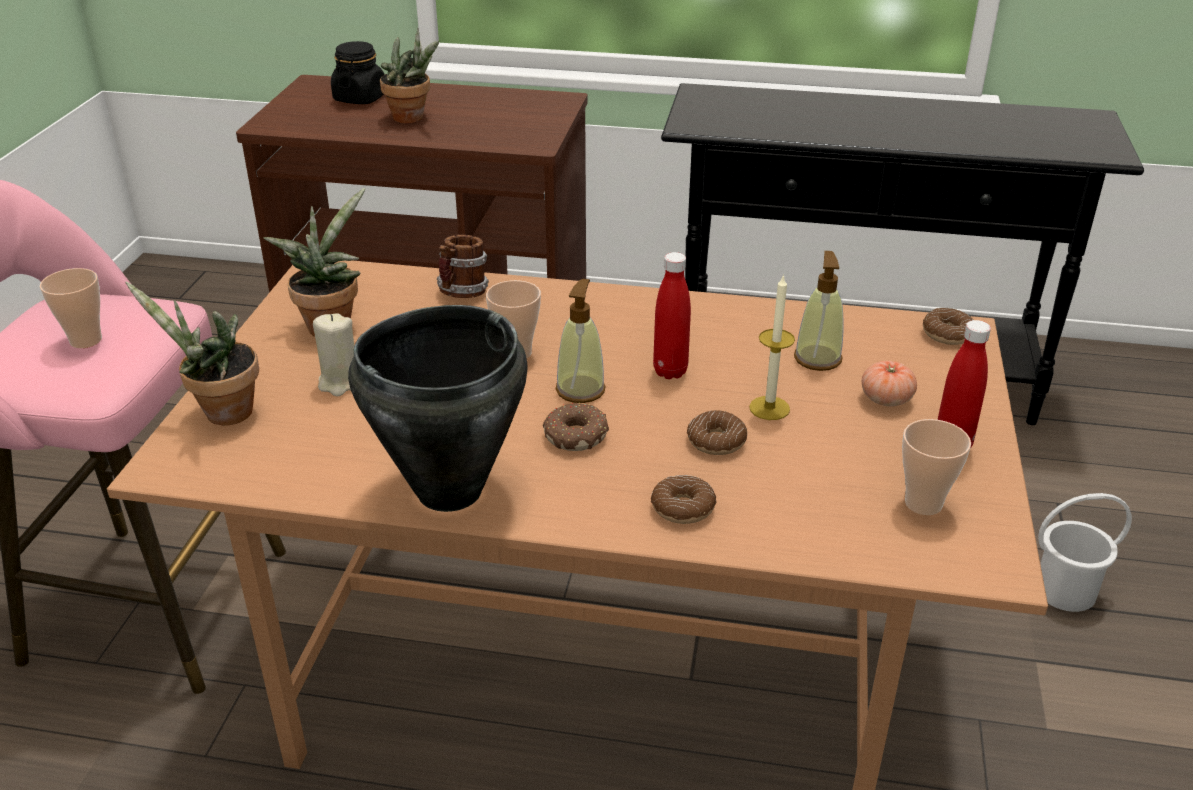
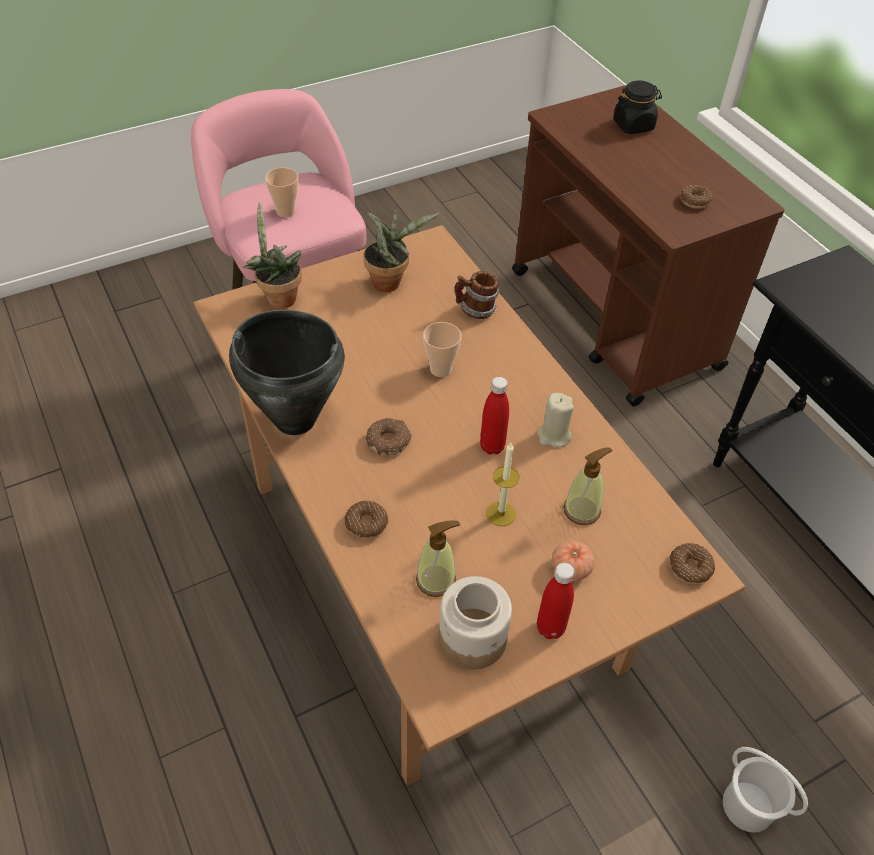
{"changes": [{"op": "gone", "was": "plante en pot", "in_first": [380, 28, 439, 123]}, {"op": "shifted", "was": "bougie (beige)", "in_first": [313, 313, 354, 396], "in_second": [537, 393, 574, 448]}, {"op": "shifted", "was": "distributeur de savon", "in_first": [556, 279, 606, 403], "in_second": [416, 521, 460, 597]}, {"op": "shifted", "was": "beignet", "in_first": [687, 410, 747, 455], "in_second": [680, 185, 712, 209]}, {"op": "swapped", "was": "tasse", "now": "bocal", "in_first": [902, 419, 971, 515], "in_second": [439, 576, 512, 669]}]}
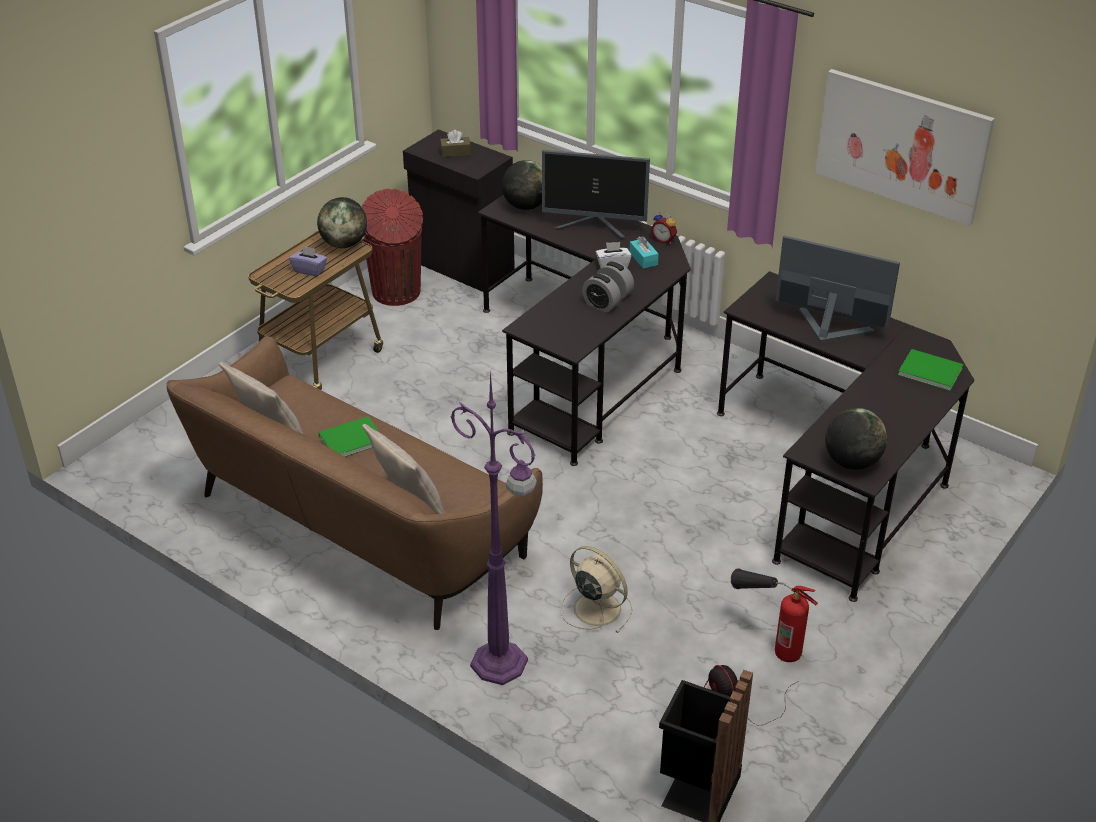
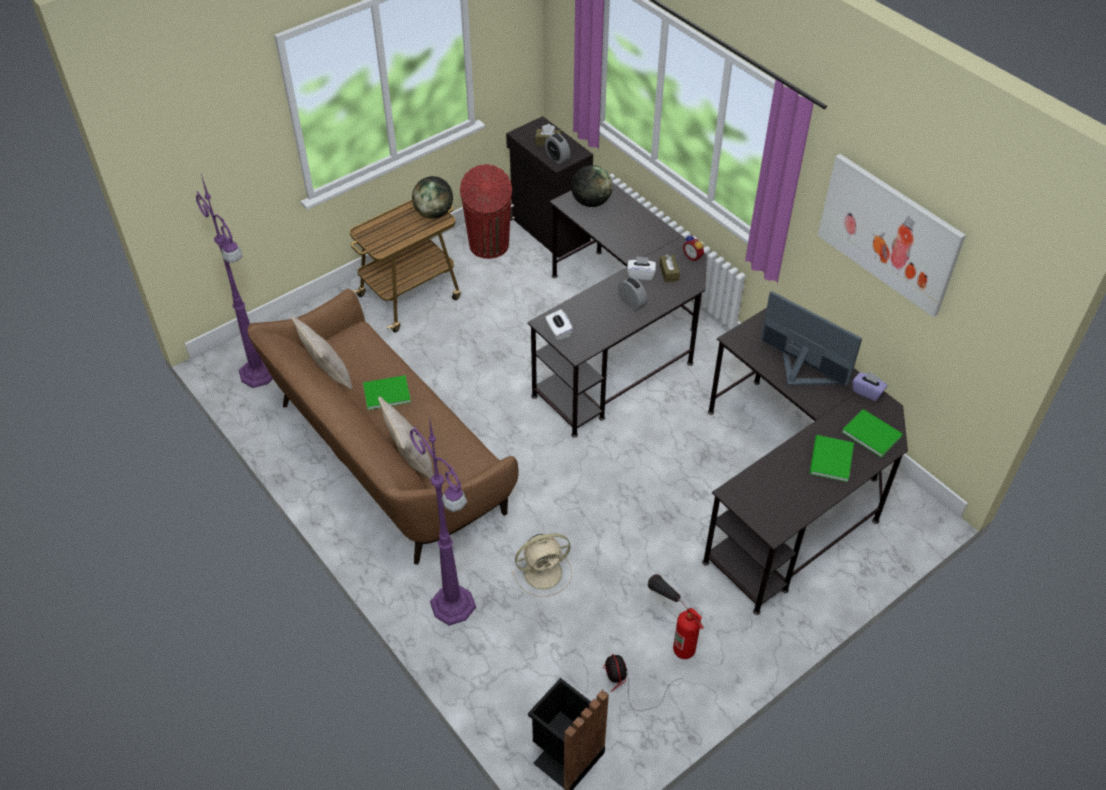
{"changes": [{"op": "gone", "was": "écran d'ordinateur", "in_first": [542, 150, 650, 239]}, {"op": "gone", "was": "globe", "in_first": [825, 408, 887, 470]}, {"op": "new", "now": "lampadaire (violet)", "in_second": [196, 174, 273, 388]}, {"op": "new", "now": "boîte à mouchoirs (blanc)", "in_second": [545, 309, 573, 341]}, {"op": "new", "now": "livre (vert)", "in_second": [810, 435, 854, 482]}, {"op": "shifted", "was": "boîte à mouchoirs (violet)", "in_first": [289, 246, 327, 276], "in_second": [852, 371, 887, 401]}, {"op": "shifted", "was": "réveil", "in_first": [582, 274, 621, 313], "in_second": [545, 133, 570, 164]}, {"op": "repainted", "was": "boîte à mouchoirs (turquoise)", "now": "boîte à mouchoirs (marron)", "in_first": [630, 236, 659, 269], "in_second": [660, 255, 680, 283]}, {"op": "rotated", "was": "ventilateur (beige)", "in_first": [560, 546, 632, 633], "in_second": [512, 533, 572, 596], "clockwise": 105}]}
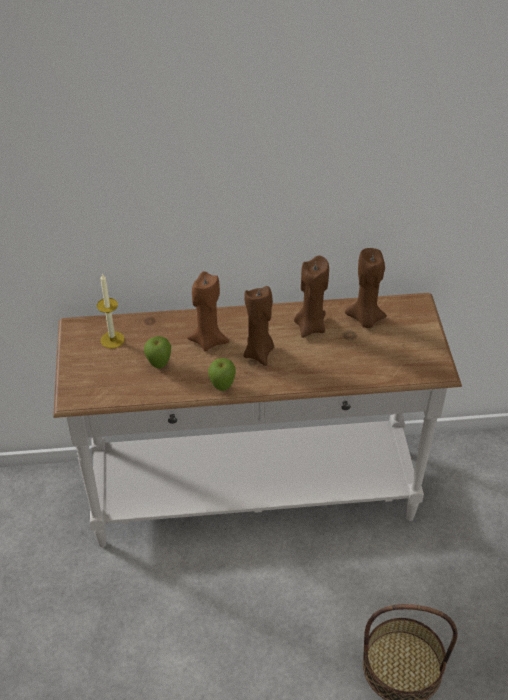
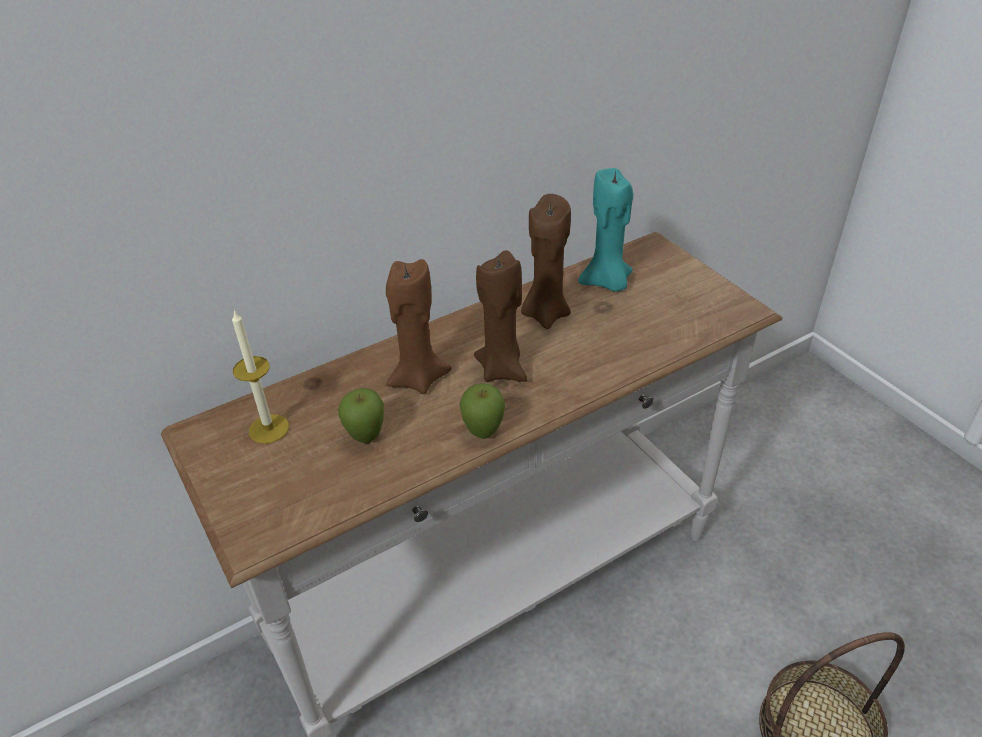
{"changes": [{"op": "repainted", "was": "bougie (marron)", "now": "bougie (turquoise)", "in_first": [345, 248, 387, 328], "in_second": [578, 168, 633, 292]}]}
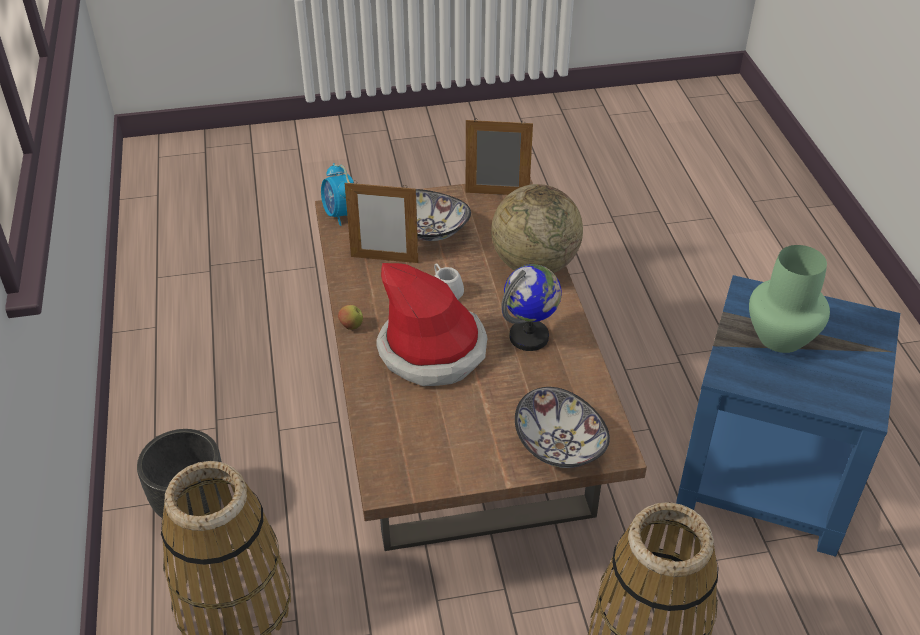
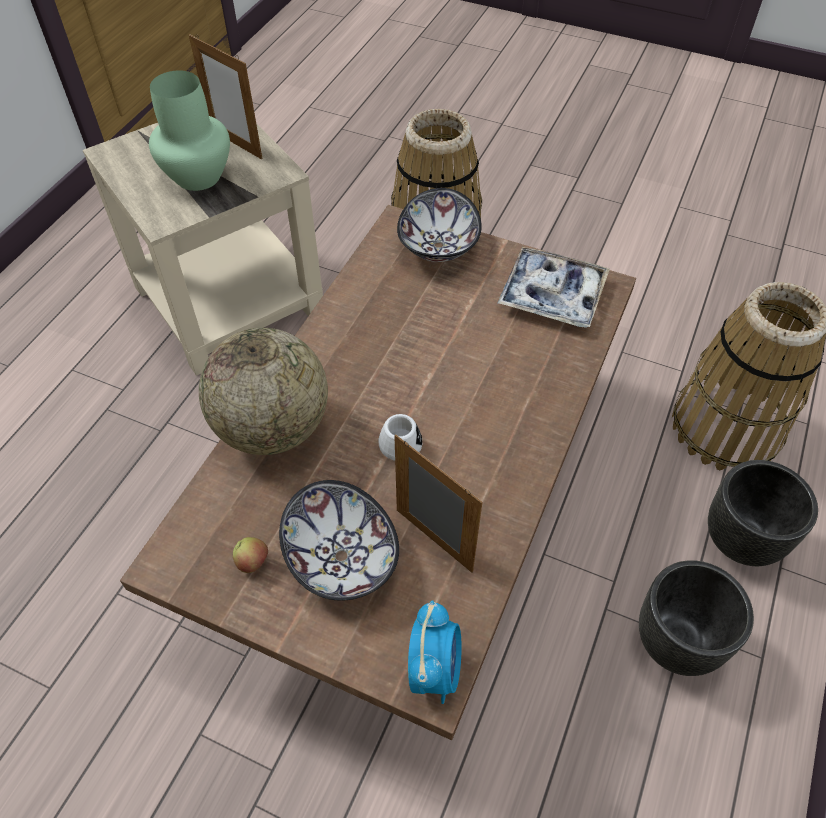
{"changes": [{"op": "gone", "was": "chapeau", "in_first": [376, 263, 487, 386]}, {"op": "gone", "was": "globe", "in_first": [501, 264, 561, 351]}, {"op": "new", "now": "plateau", "in_second": [498, 247, 610, 328]}, {"op": "new", "now": "cache-pot (noir)", "in_second": [639, 560, 754, 676]}, {"op": "shifted", "was": "pomme", "in_first": [338, 305, 363, 330], "in_second": [233, 537, 268, 573]}, {"op": "shifted", "was": "cadre photo", "in_first": [466, 118, 533, 195], "in_second": [189, 34, 262, 159]}, {"op": "repainted", "was": "table d'appoint (bleu)", "now": "table d'appoint (beige)", "in_first": [676, 275, 900, 557], "in_second": [83, 123, 323, 376]}]}
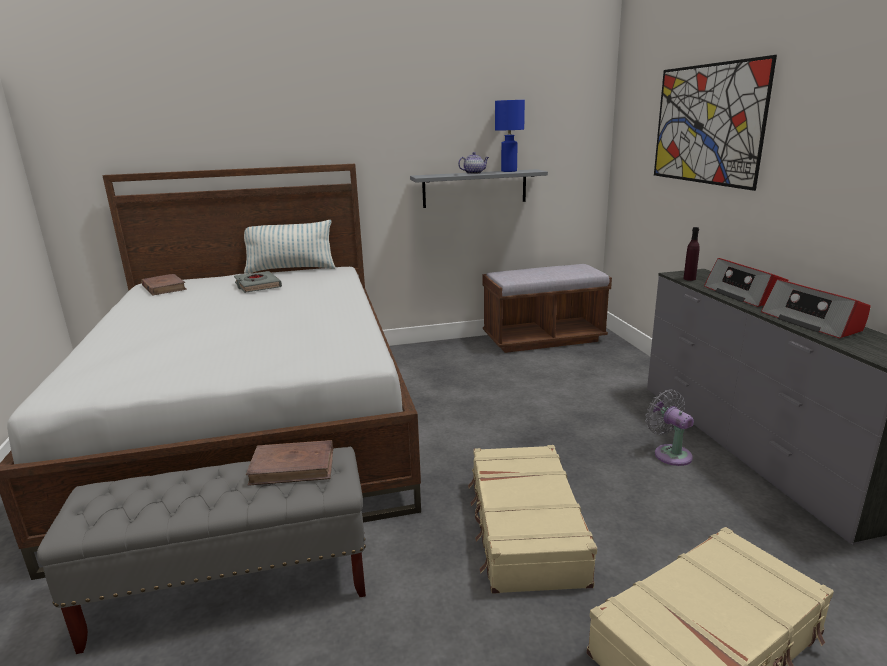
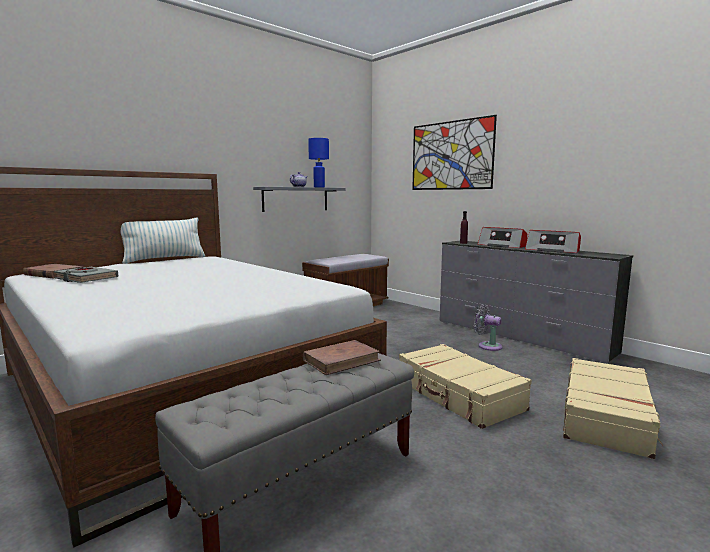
{"changes": [{"op": "shifted", "was": "livre (gris)", "in_first": [234, 271, 282, 293], "in_second": [54, 267, 118, 283]}]}
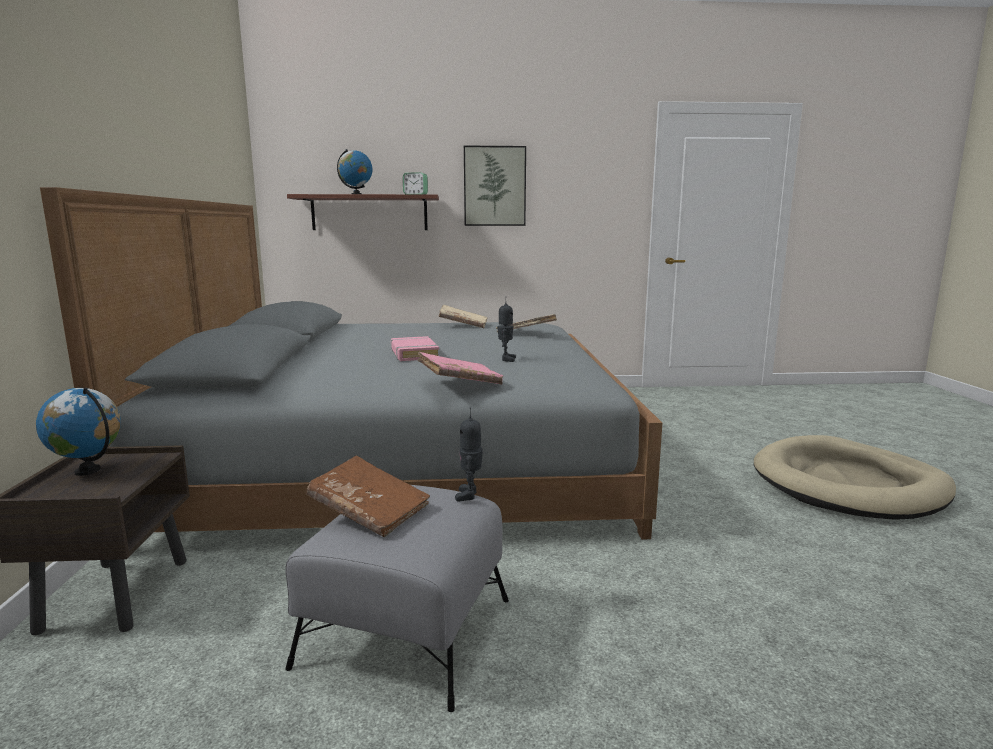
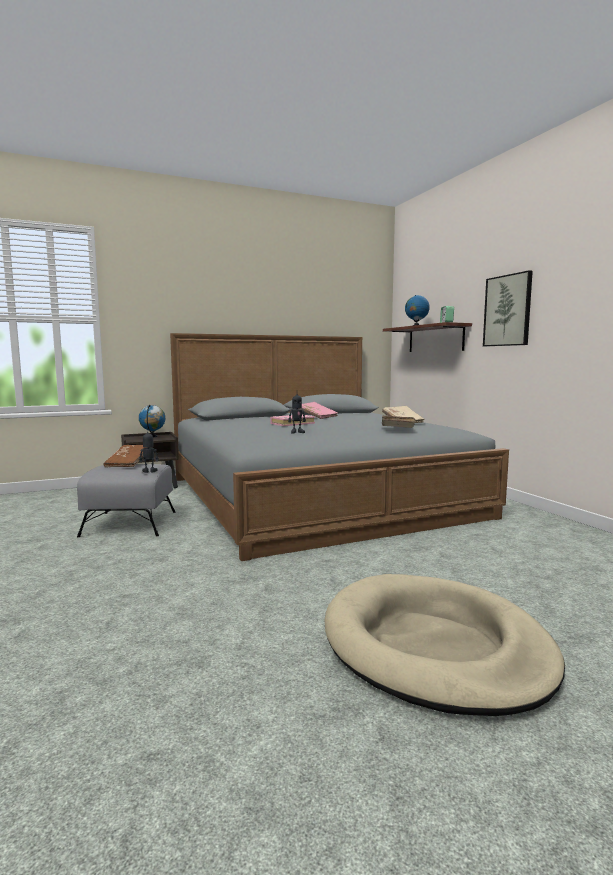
{"changes": [{"op": "shifted", "was": "livre (rose)", "in_first": [417, 352, 503, 385], "in_second": [298, 402, 338, 419]}]}
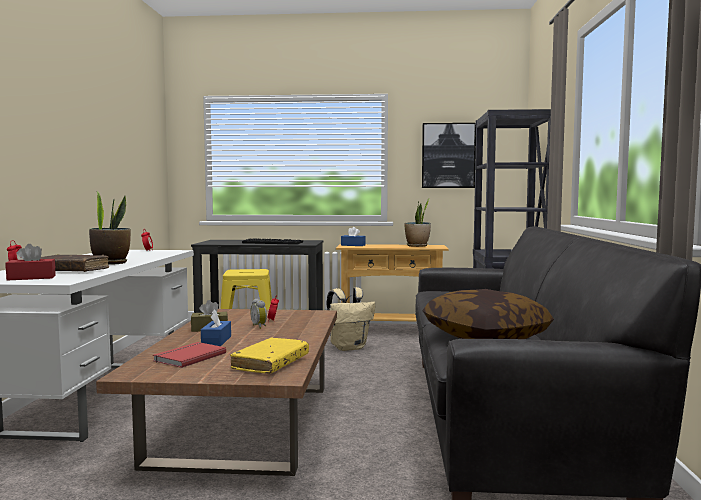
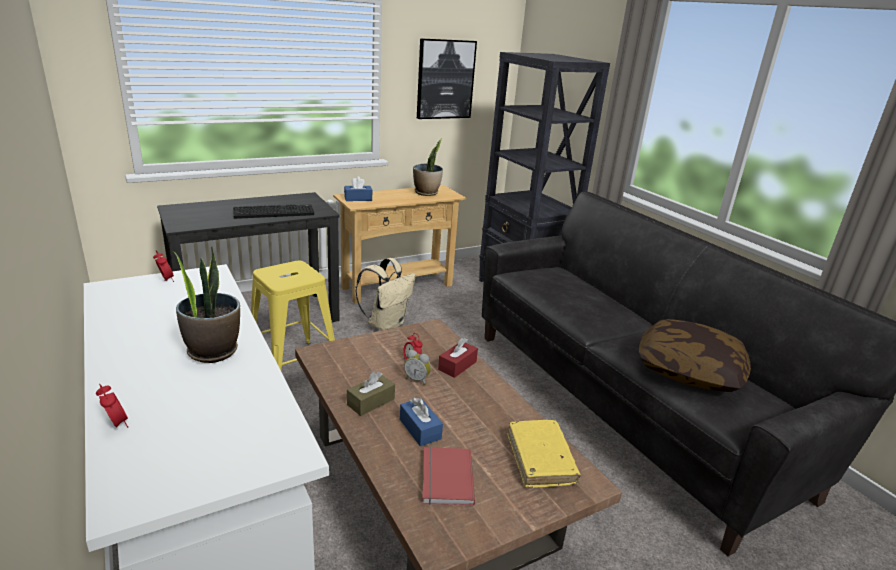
{"changes": [{"op": "gone", "was": "livre (marron)", "in_first": [40, 254, 109, 272]}, {"op": "shifted", "was": "boîte à mouchoirs (rouge)", "in_first": [5, 244, 56, 281], "in_second": [438, 338, 478, 378]}]}
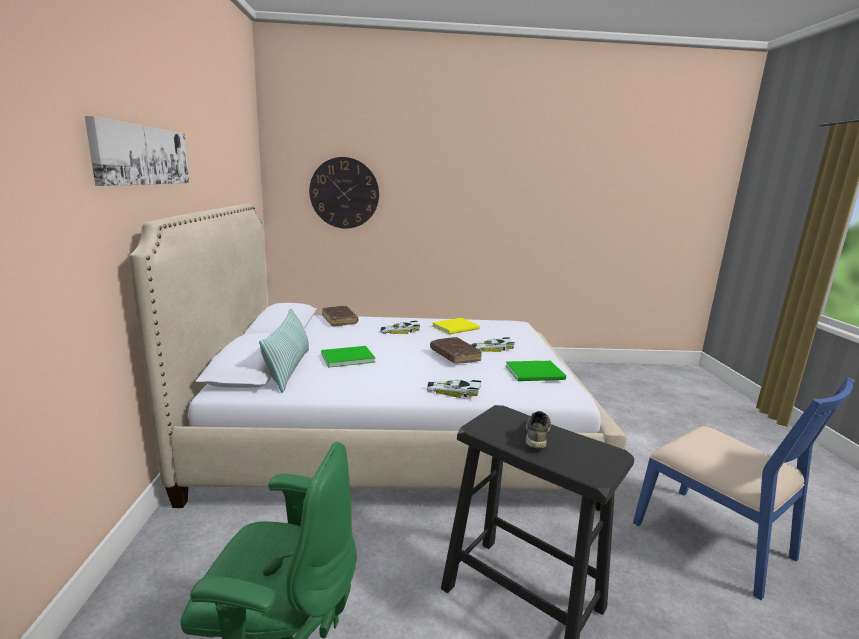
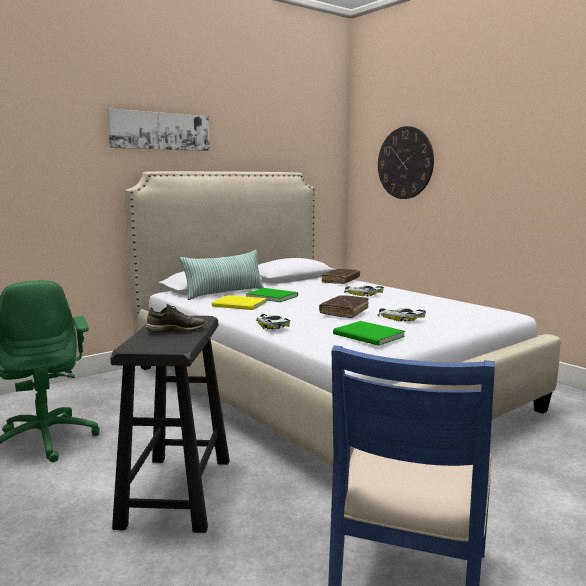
{"changes": [{"op": "shifted", "was": "livre (jaune)", "in_first": [432, 318, 480, 334], "in_second": [212, 295, 267, 310]}]}
